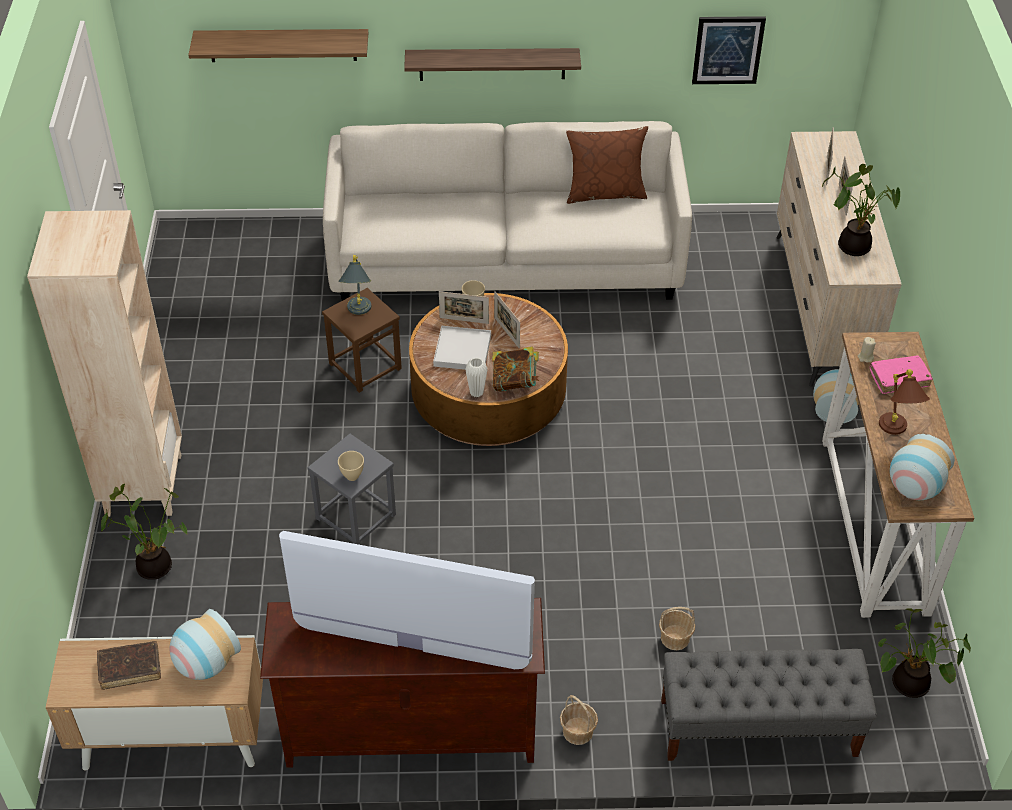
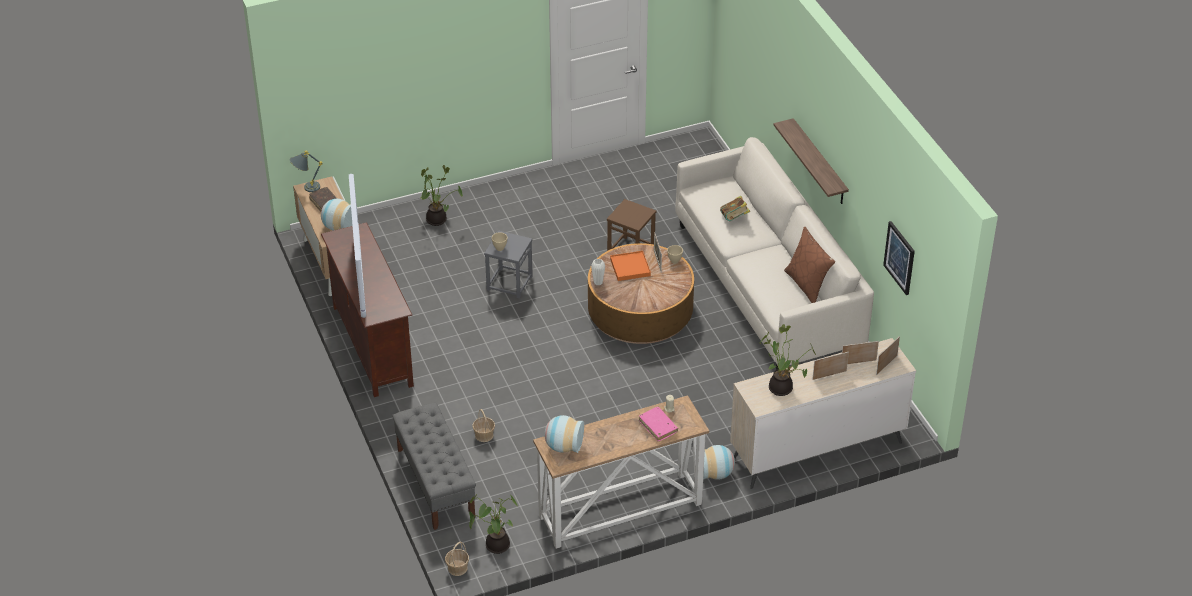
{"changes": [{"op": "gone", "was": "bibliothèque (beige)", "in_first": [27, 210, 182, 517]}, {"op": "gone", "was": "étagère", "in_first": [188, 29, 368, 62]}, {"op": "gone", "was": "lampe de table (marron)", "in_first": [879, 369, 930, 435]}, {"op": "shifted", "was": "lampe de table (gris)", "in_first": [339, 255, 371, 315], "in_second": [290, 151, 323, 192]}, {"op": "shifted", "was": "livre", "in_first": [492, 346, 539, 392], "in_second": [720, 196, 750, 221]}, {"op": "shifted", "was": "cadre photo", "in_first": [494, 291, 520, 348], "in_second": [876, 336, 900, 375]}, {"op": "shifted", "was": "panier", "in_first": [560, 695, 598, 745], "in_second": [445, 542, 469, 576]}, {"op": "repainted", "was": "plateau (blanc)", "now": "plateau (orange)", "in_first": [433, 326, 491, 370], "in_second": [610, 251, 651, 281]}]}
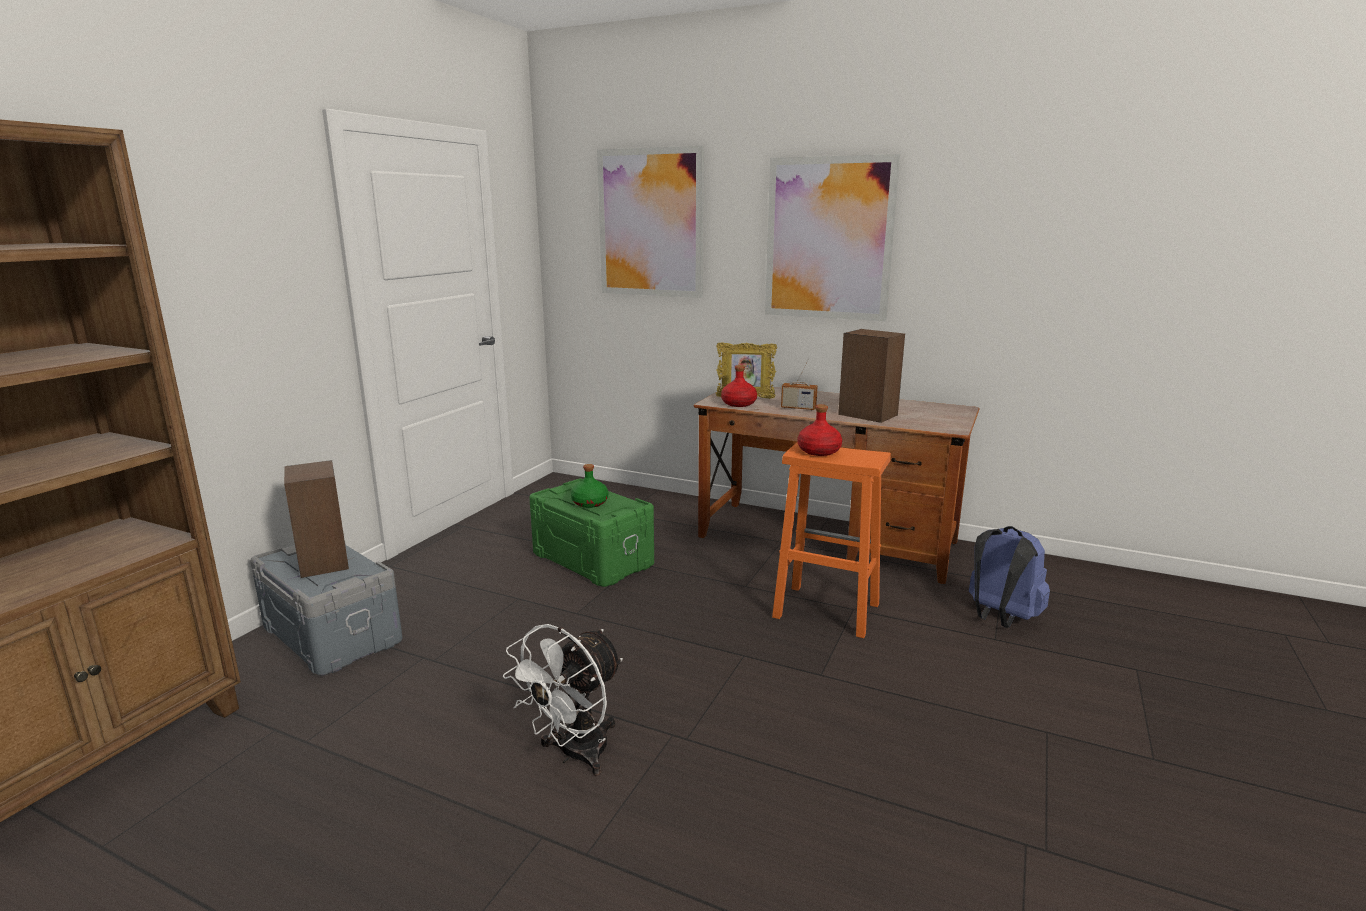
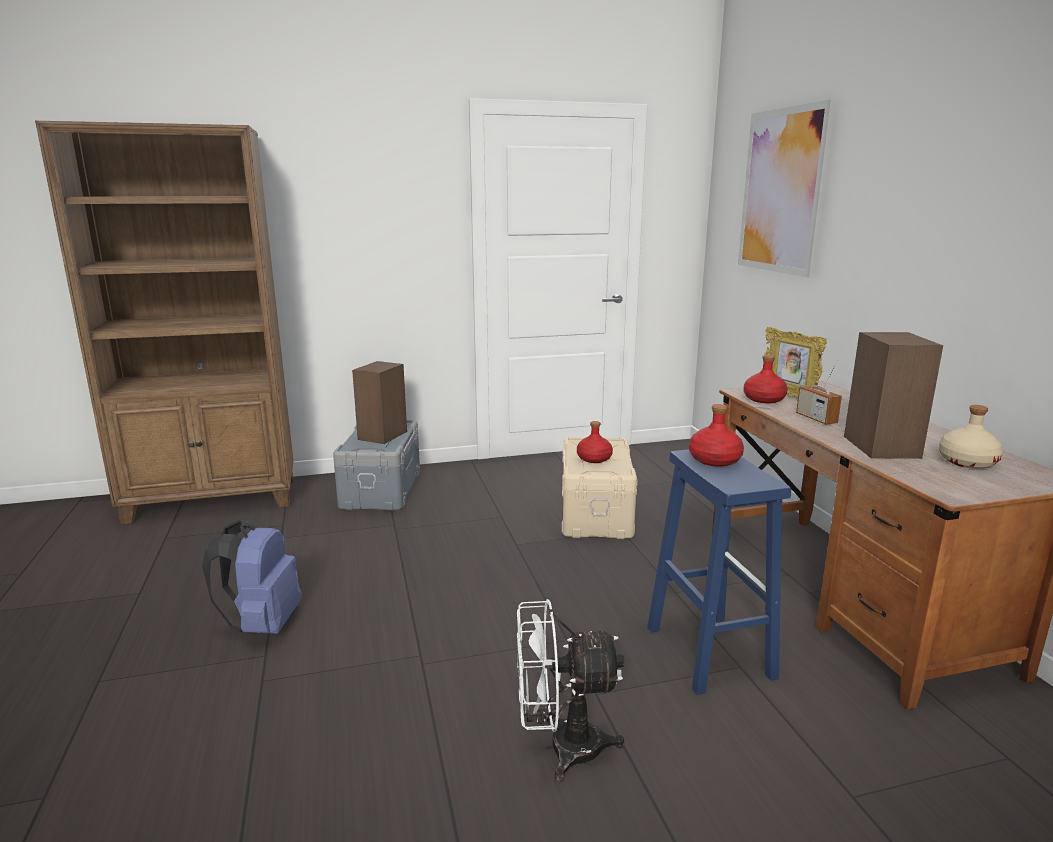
{"changes": [{"op": "gone", "was": "tableau", "in_first": [765, 154, 900, 321]}, {"op": "new", "now": "bouteille (beige)", "in_second": [939, 405, 1003, 469]}, {"op": "shifted", "was": "ventilateur (blanc)", "in_first": [503, 624, 623, 776], "in_second": [517, 599, 625, 782]}, {"op": "shifted", "was": "sac à dos (bleu)", "in_first": [969, 526, 1050, 628], "in_second": [202, 520, 302, 634]}, {"op": "repainted", "was": "boîte de rangement (vert)", "now": "boîte de rangement (beige)", "in_first": [529, 479, 654, 587], "in_second": [562, 437, 637, 539]}, {"op": "repainted", "was": "bouteille (vert)", "now": "bouteille (rouge)", "in_first": [571, 464, 608, 508], "in_second": [577, 421, 613, 463]}, {"op": "repainted", "was": "tabouret (orange)", "now": "tabouret (bleu)", "in_first": [772, 442, 891, 638], "in_second": [647, 449, 791, 695]}]}
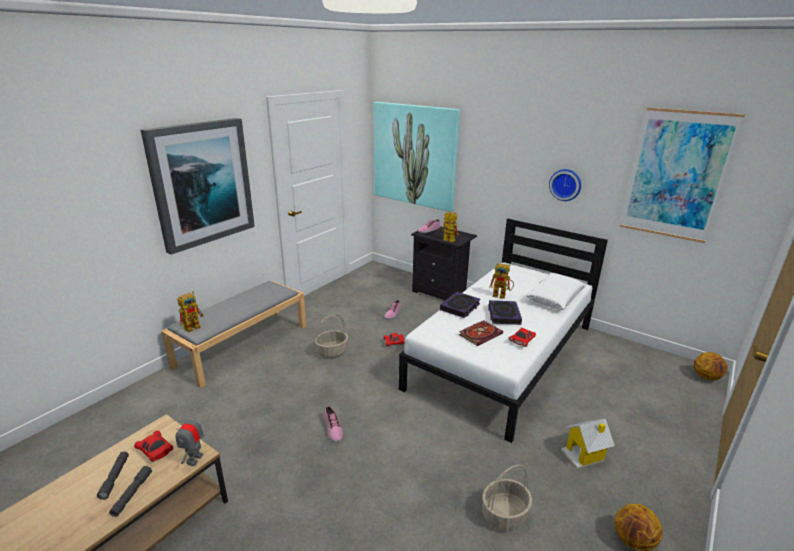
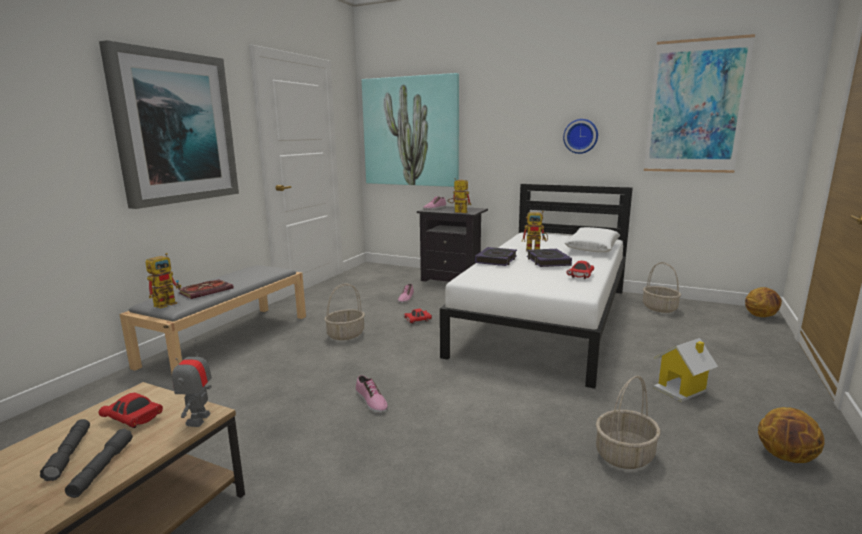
{"changes": [{"op": "new", "now": "panier", "in_second": [643, 262, 681, 313]}, {"op": "shifted", "was": "livre", "in_first": [459, 320, 503, 346], "in_second": [179, 279, 234, 299]}]}
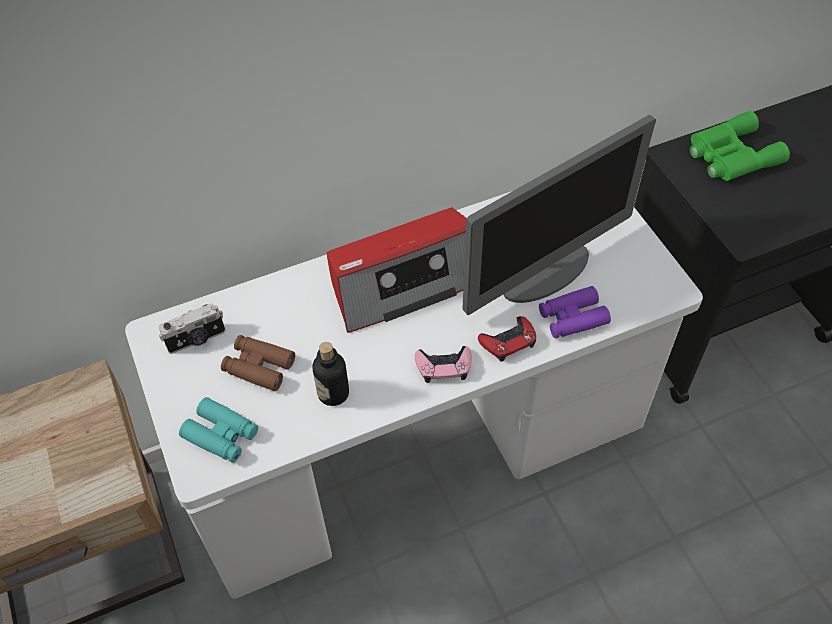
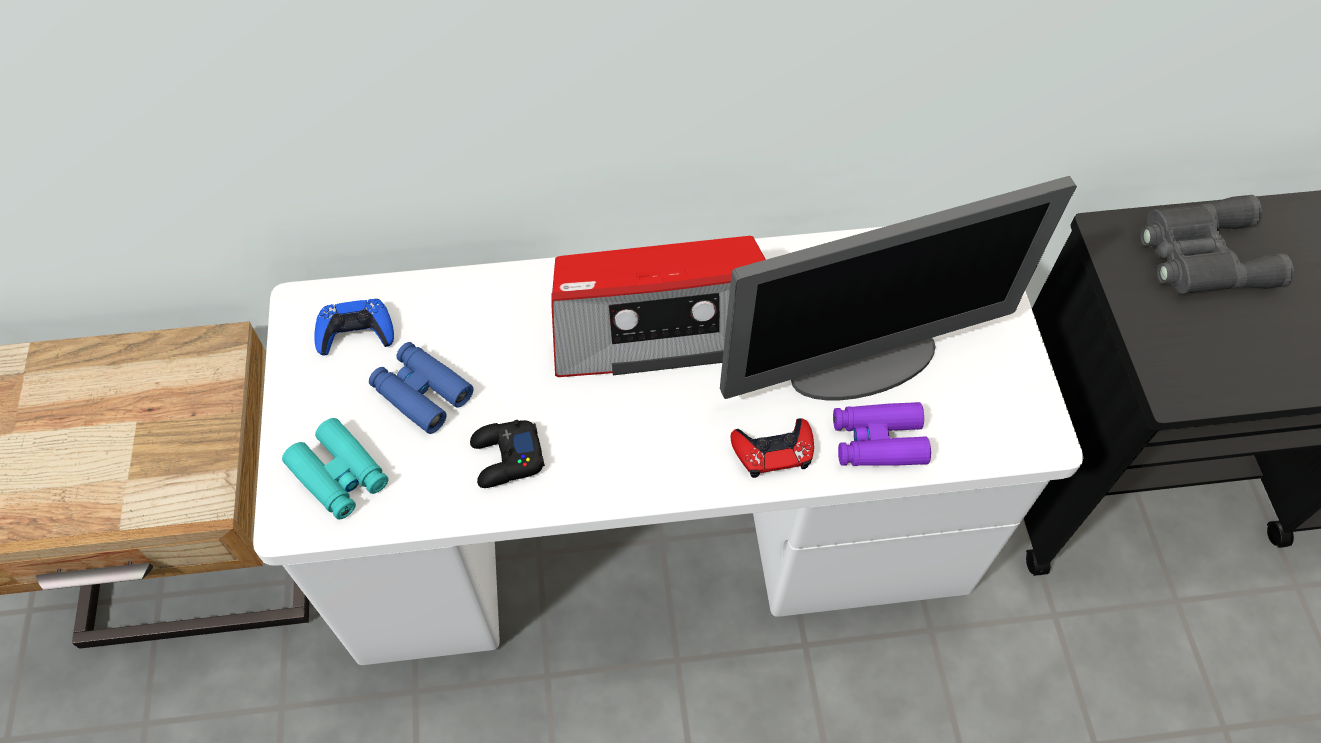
{"changes": [{"op": "gone", "was": "manette (rose)", "in_first": [415, 346, 472, 383]}, {"op": "swapped", "was": "appareil photo", "now": "manette (bleu)", "in_first": [159, 303, 225, 354], "in_second": [314, 299, 394, 355]}, {"op": "swapped", "was": "bouteille", "now": "manette (noir)", "in_first": [312, 342, 349, 406], "in_second": [470, 420, 545, 488]}, {"op": "repainted", "was": "jumelles (marron)", "now": "jumelles (bleu)", "in_first": [221, 335, 295, 391], "in_second": [369, 342, 474, 434]}, {"op": "repainted", "was": "jumelles (vert)", "now": "jumelles (gris)", "in_first": [690, 111, 790, 181], "in_second": [1140, 195, 1294, 294]}]}
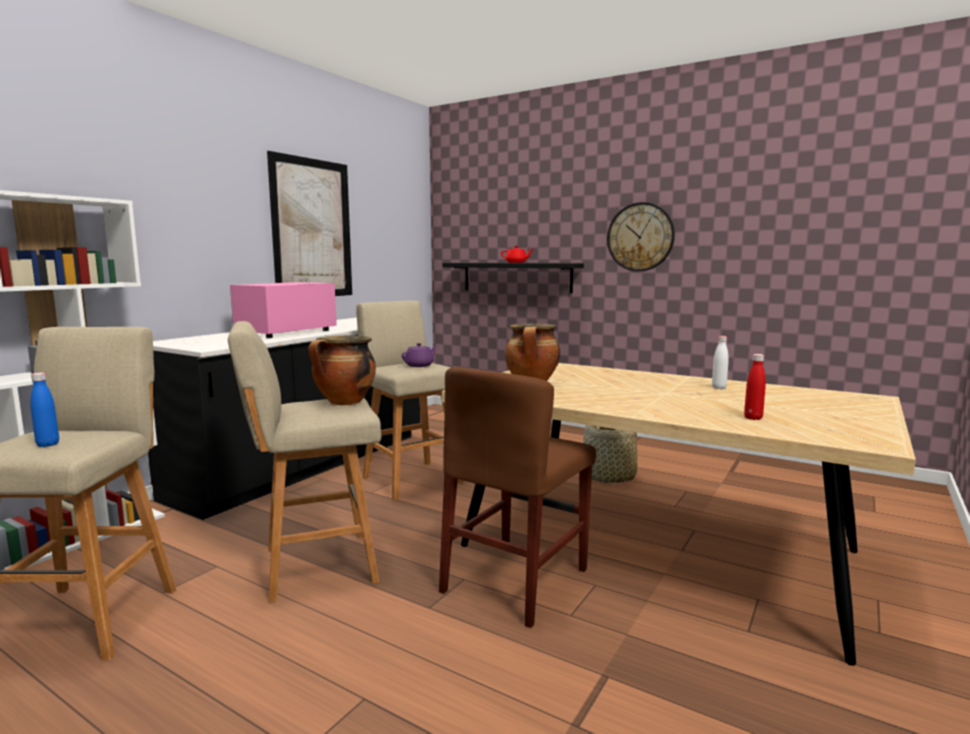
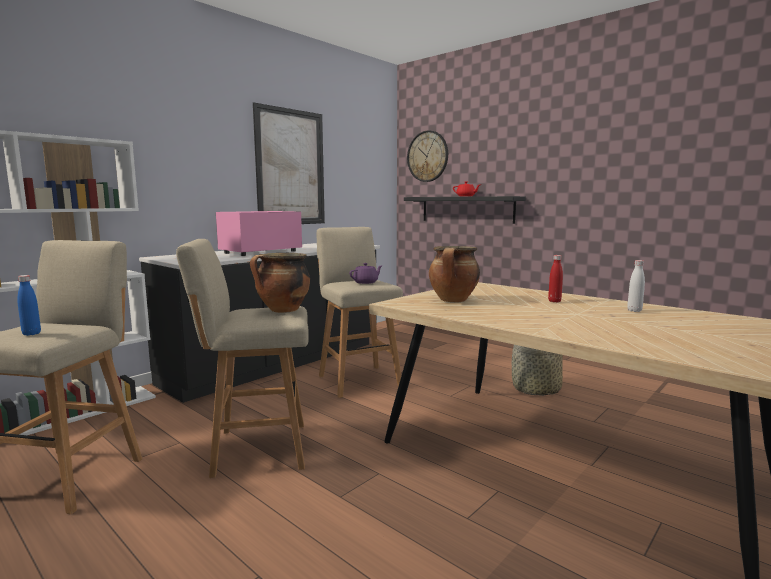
{"changes": [{"op": "gone", "was": "chaise (marron)", "in_first": [439, 367, 596, 628]}, {"op": "shifted", "was": "horloge murale", "in_first": [607, 202, 675, 271], "in_second": [407, 130, 448, 182]}, {"op": "shifted", "was": "bouteille (rouge)", "in_first": [744, 354, 766, 420], "in_second": [548, 255, 563, 302]}]}
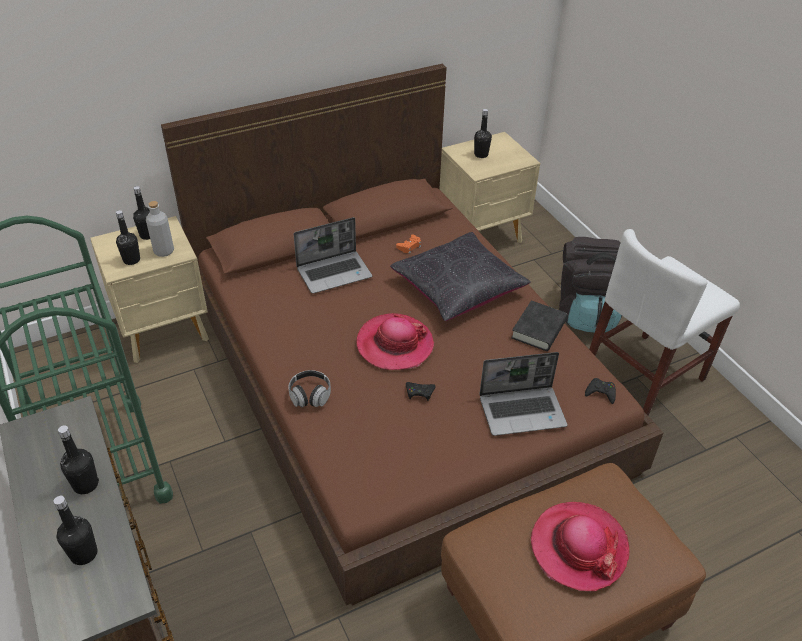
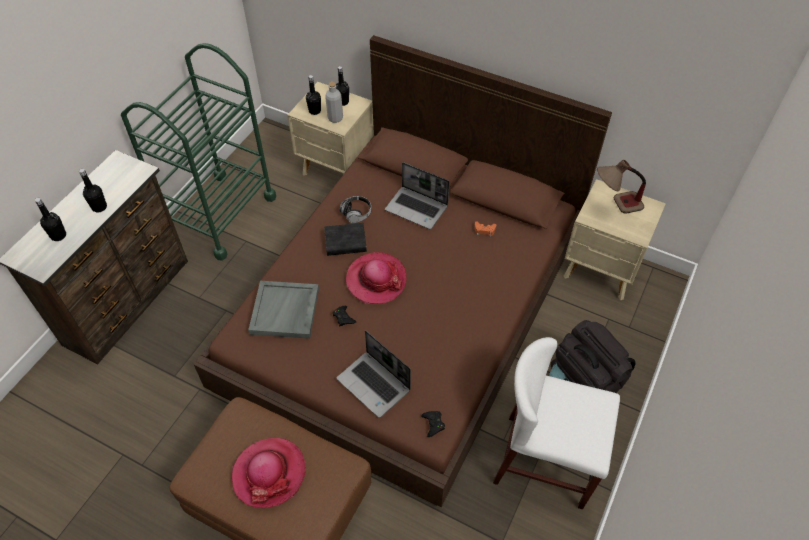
{"changes": [{"op": "gone", "was": "coussin (noir)", "in_first": [390, 232, 531, 321]}, {"op": "new", "now": "plateau (gris)", "in_second": [248, 281, 319, 339]}, {"op": "shifted", "was": "casque audio", "in_first": [288, 370, 331, 407], "in_second": [340, 196, 371, 223]}, {"op": "shifted", "was": "livre (noir)", "in_first": [511, 300, 567, 351], "in_second": [324, 223, 367, 256]}, {"op": "swapped", "was": "bouteille (noir)", "now": "lampe de table", "in_first": [474, 109, 492, 158], "in_second": [597, 160, 646, 214]}]}
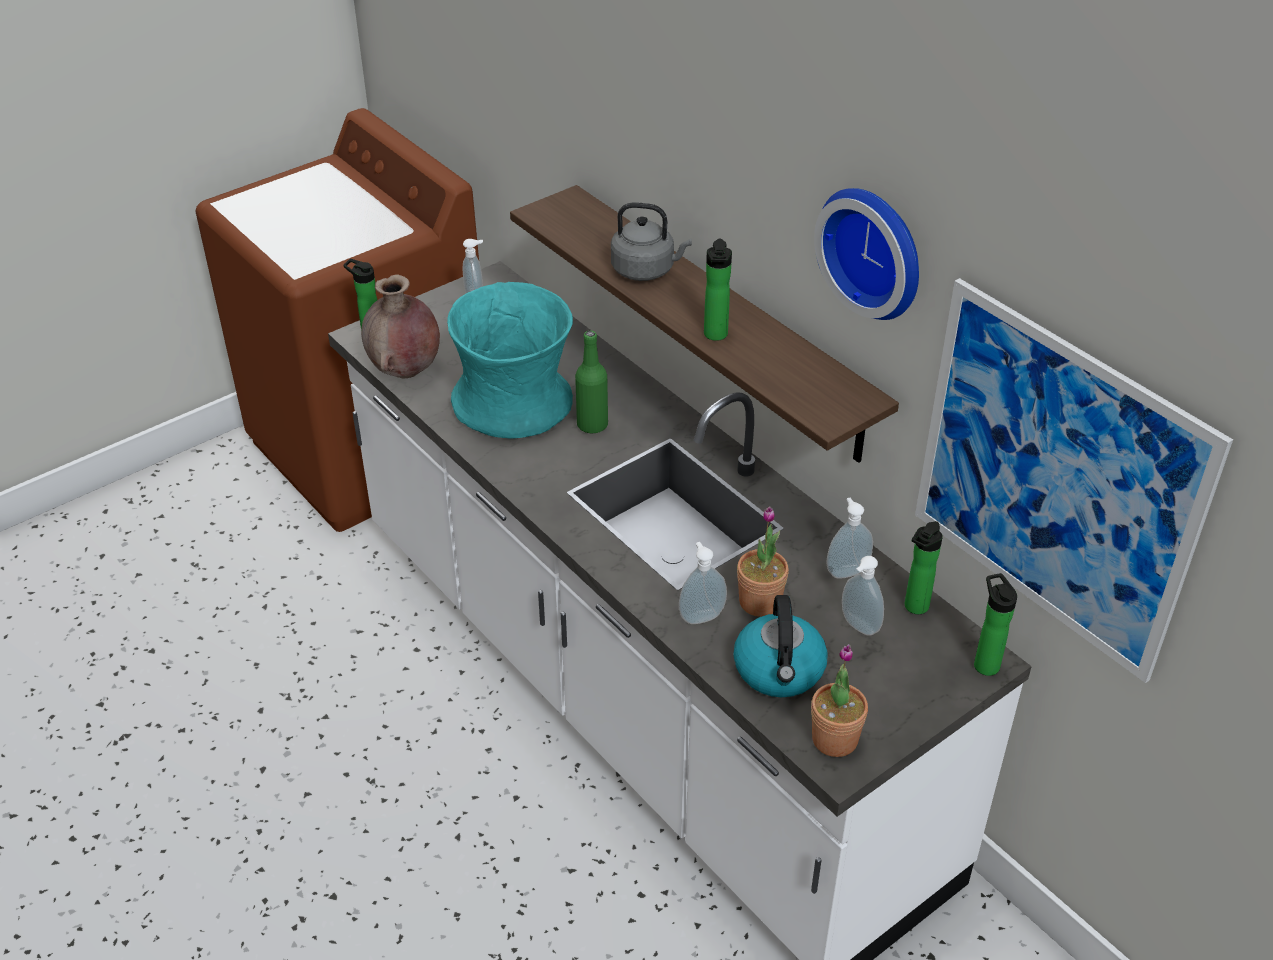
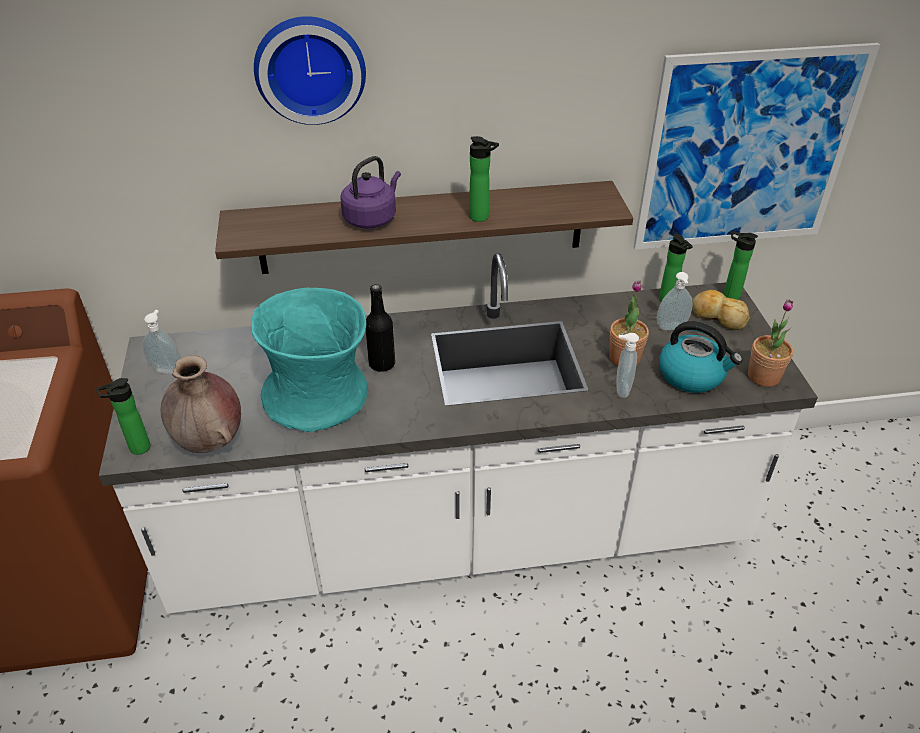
{"changes": [{"op": "gone", "was": "distributeur de savon", "in_first": [826, 498, 873, 579]}, {"op": "new", "now": "pain", "in_second": [692, 290, 750, 330]}, {"op": "shifted", "was": "horloge murale", "in_first": [814, 188, 919, 320], "in_second": [254, 16, 366, 125]}, {"op": "repainted", "was": "bouteille (vert)", "now": "bouteille (noir)", "in_first": [575, 331, 608, 433], "in_second": [366, 284, 395, 372]}, {"op": "repainted", "was": "bouilloire (gris)", "now": "bouilloire (violet)", "in_first": [611, 202, 692, 281], "in_second": [340, 156, 401, 229]}]}
